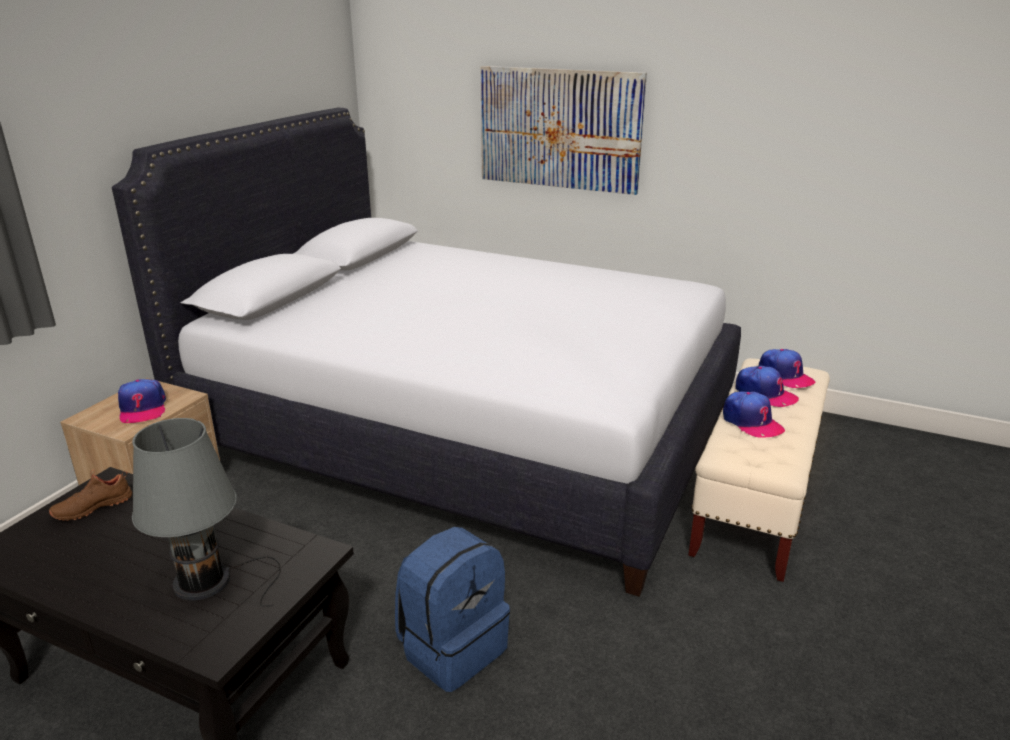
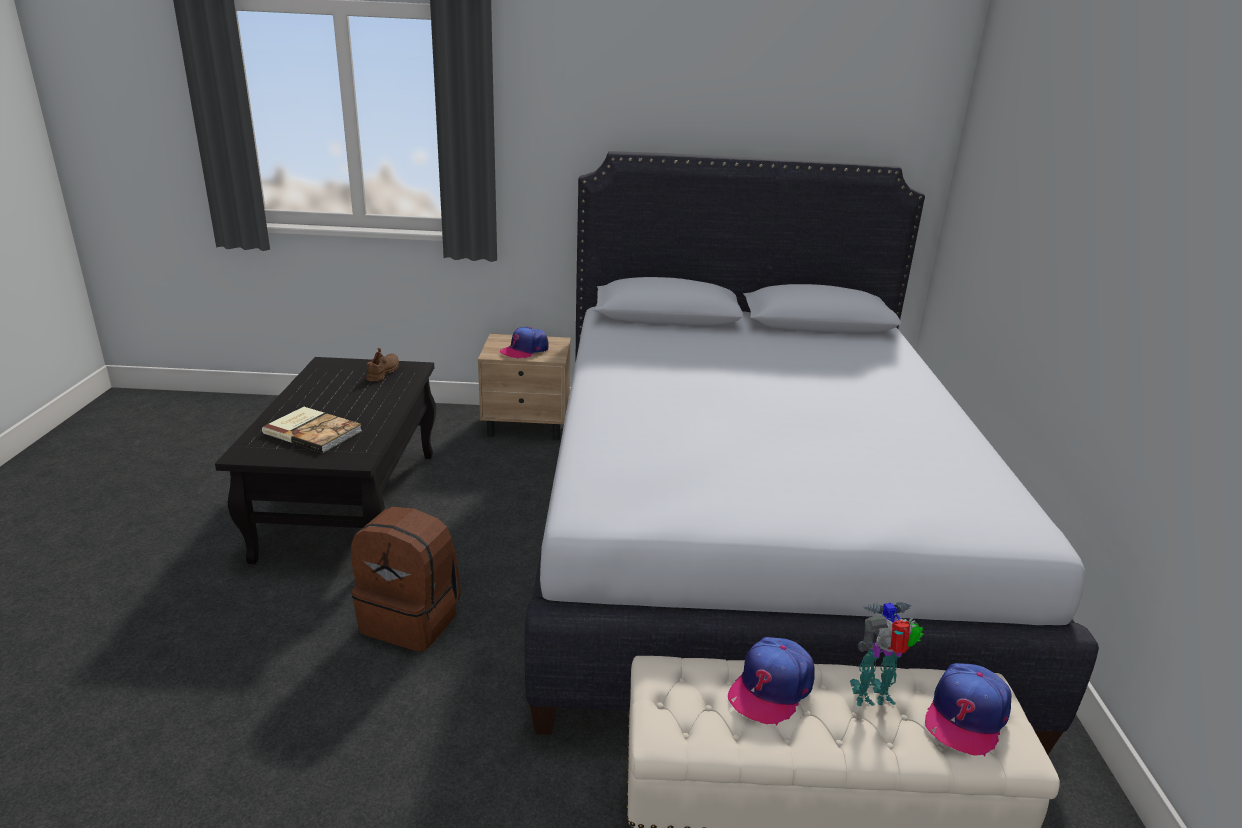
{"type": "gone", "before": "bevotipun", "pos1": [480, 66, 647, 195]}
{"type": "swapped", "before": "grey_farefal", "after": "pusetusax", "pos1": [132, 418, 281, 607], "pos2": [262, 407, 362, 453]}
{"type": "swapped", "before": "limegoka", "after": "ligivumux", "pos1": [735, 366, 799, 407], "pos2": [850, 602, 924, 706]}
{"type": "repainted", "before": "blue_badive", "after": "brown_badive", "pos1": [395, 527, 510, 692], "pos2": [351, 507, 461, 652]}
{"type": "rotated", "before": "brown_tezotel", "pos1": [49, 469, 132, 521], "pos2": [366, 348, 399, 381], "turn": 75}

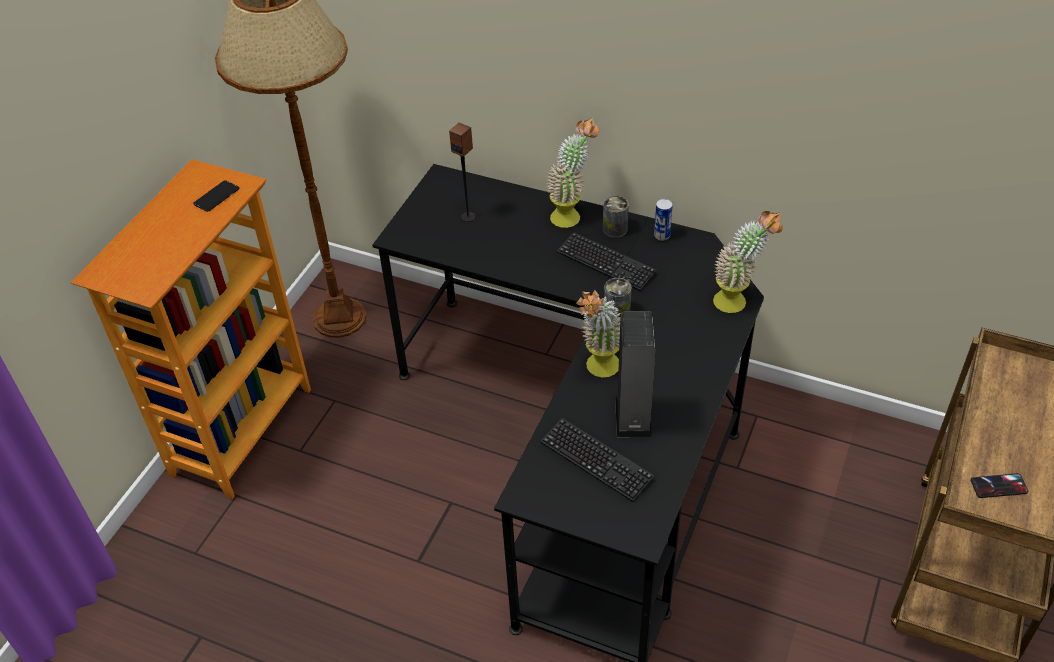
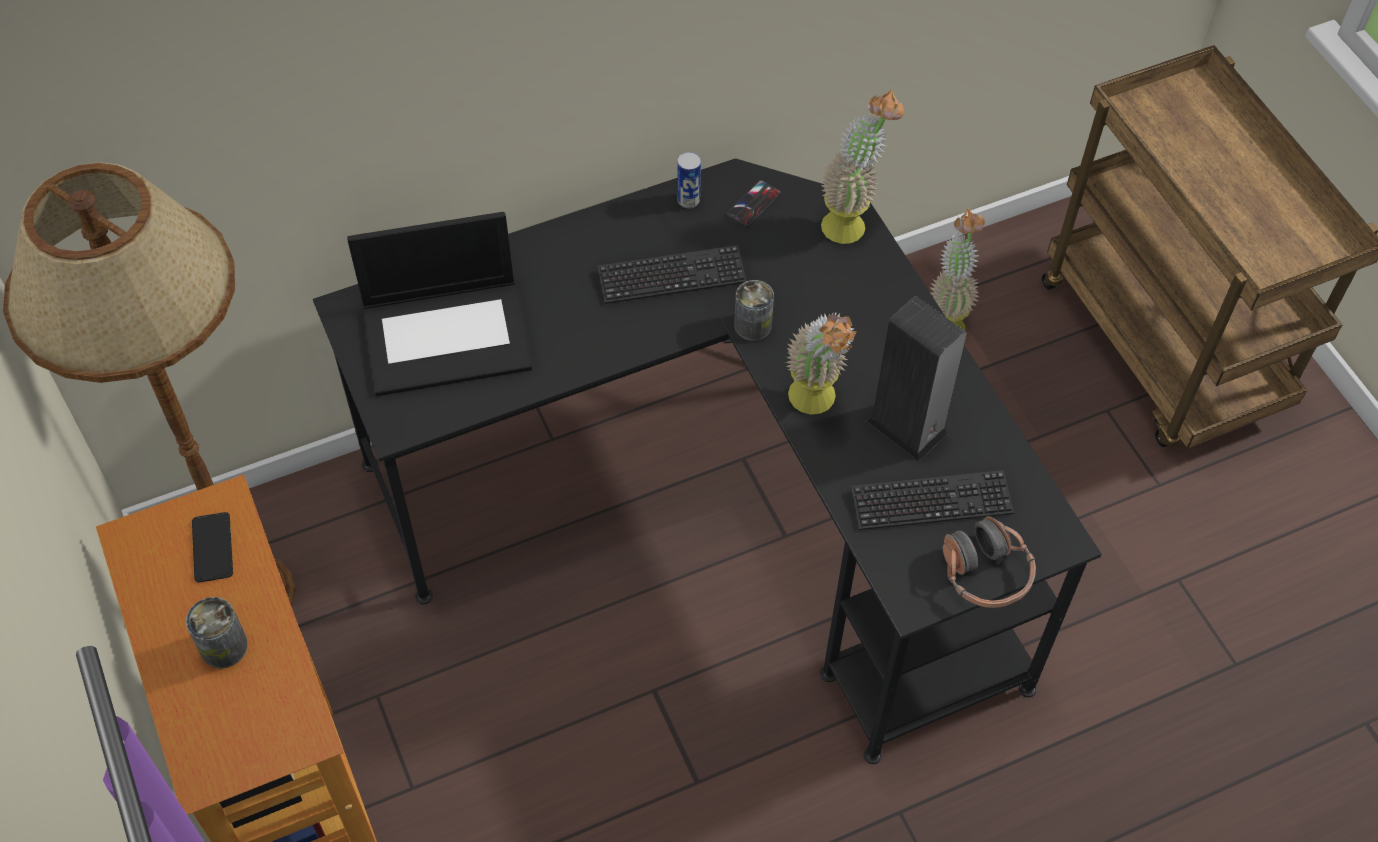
{"type": "new", "after": "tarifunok", "pos2": [943, 516, 1036, 608]}
{"type": "shifted", "before": "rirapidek", "pos1": [547, 118, 599, 228], "pos2": [930, 209, 985, 331]}
{"type": "shifted", "before": "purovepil", "pos1": [603, 196, 629, 238], "pos2": [186, 597, 248, 668]}
{"type": "shifted", "before": "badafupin", "pos1": [970, 473, 1028, 498], "pos2": [726, 180, 781, 228]}
{"type": "swapped", "before": "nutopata", "after": "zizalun", "pos1": [449, 122, 475, 222], "pos2": [347, 212, 532, 396]}

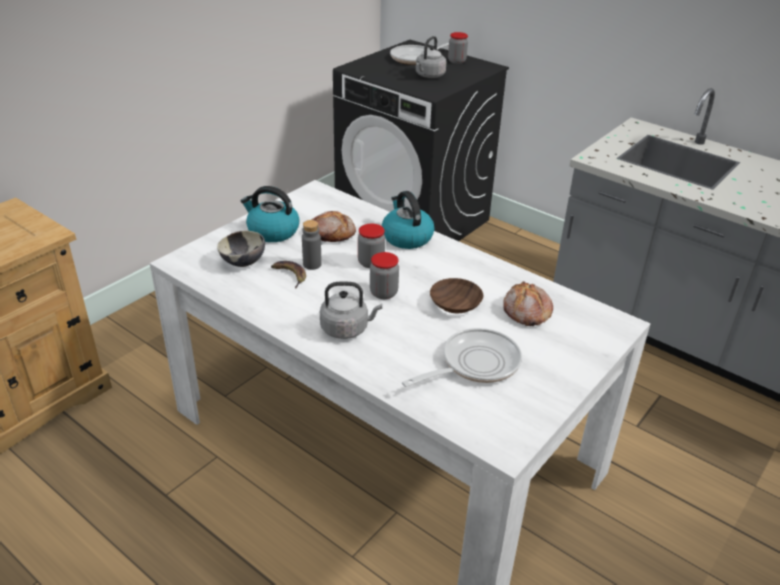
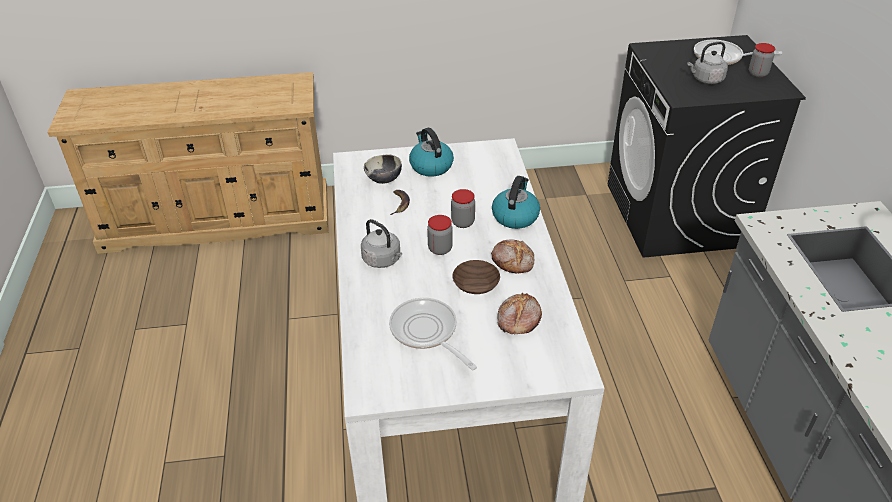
{"type": "gone", "before": "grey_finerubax", "pos1": [302, 220, 322, 270]}
{"type": "shifted", "before": "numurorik", "pos1": [312, 211, 356, 242], "pos2": [491, 240, 534, 273]}
{"type": "rotated", "before": "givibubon", "pos1": [402, 328, 522, 387], "pos2": [389, 298, 477, 371], "turn": -135}

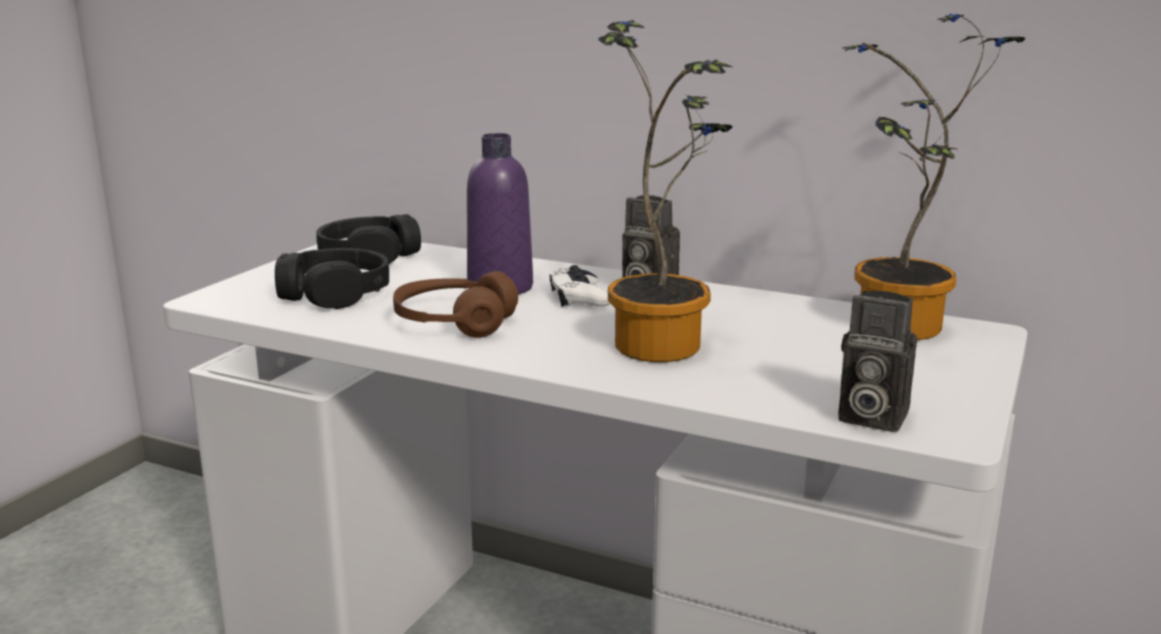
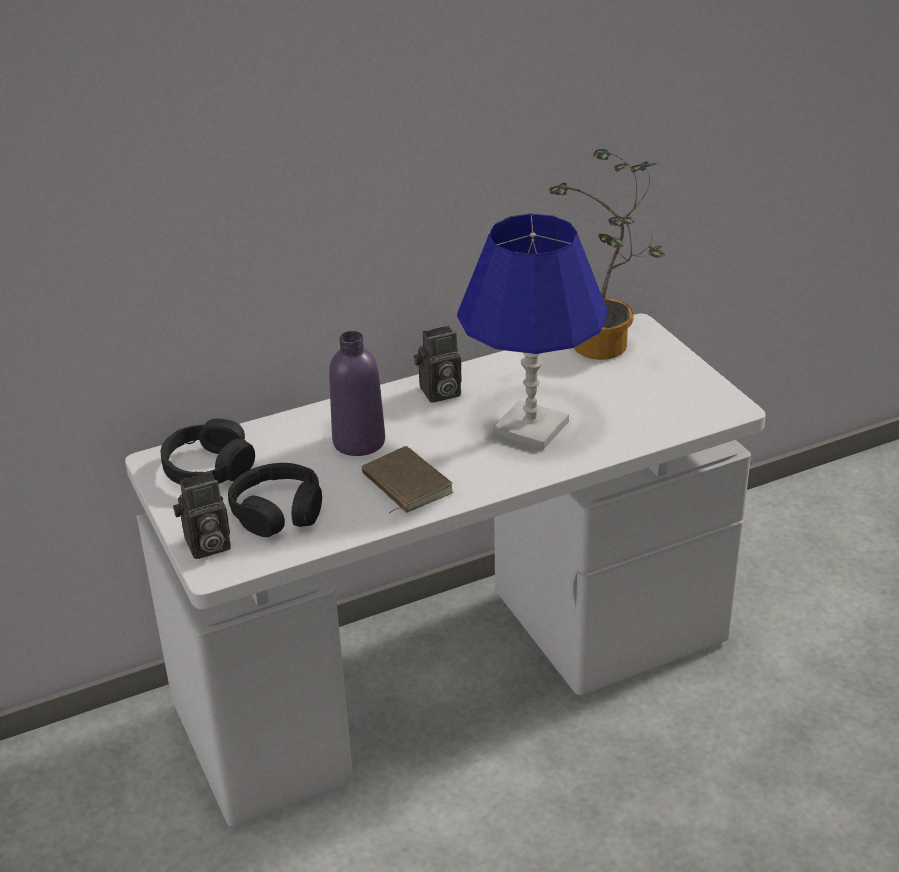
{"type": "gone", "before": "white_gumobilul", "pos1": [550, 265, 610, 306]}
{"type": "shifted", "before": "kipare", "pos1": [838, 291, 917, 432], "pos2": [173, 472, 231, 559]}
{"type": "swapped", "before": "brown_tarifunok", "after": "brown_pusetusax", "pos1": [393, 271, 518, 338], "pos2": [361, 446, 453, 514]}
{"type": "swapped", "before": "rirapidek", "after": "blue_farefal", "pos1": [598, 20, 733, 362], "pos2": [457, 213, 608, 450]}

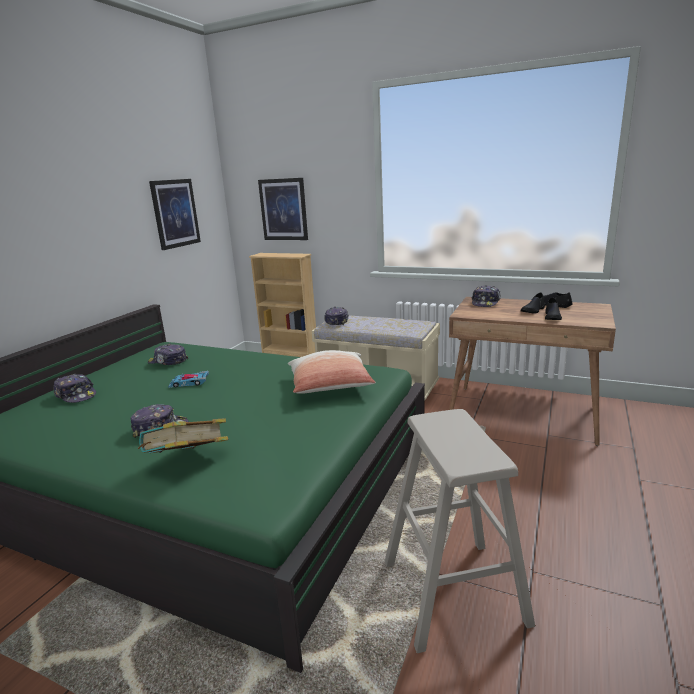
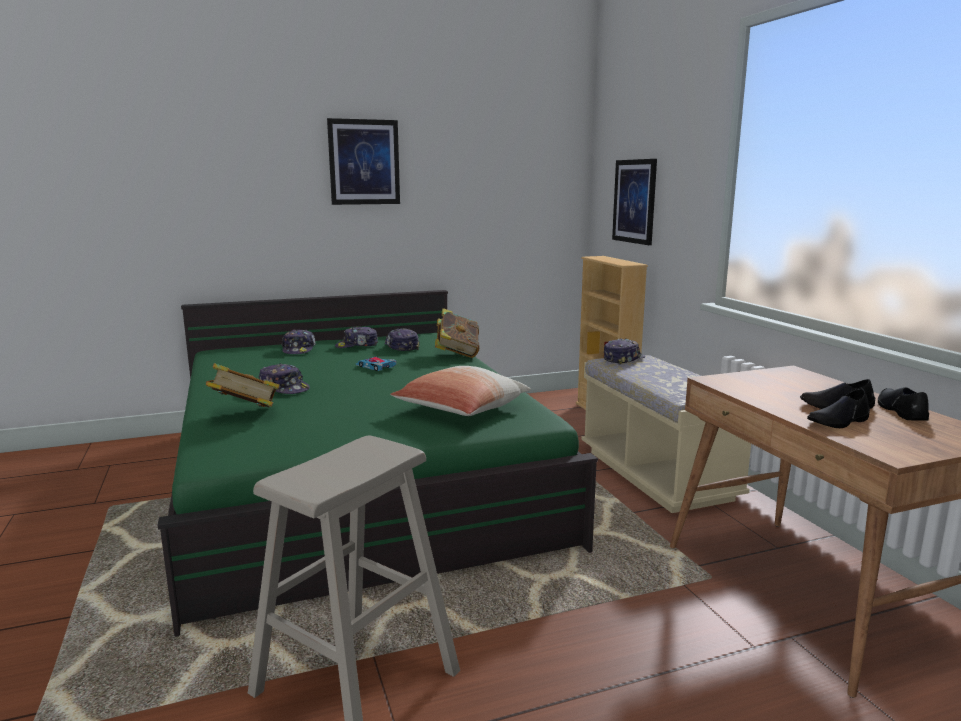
{"type": "new", "after": "pusetusax", "pos2": [435, 308, 479, 358]}
{"type": "shifted", "before": "bevotipun", "pos1": [149, 179, 201, 250], "pos2": [327, 118, 400, 205]}
{"type": "shifted", "before": "limegoka", "pos1": [472, 285, 500, 307], "pos2": [335, 326, 378, 348]}

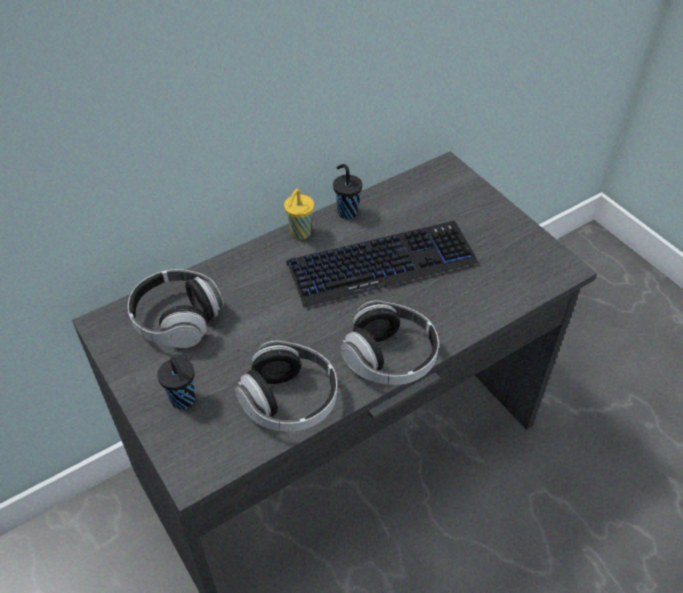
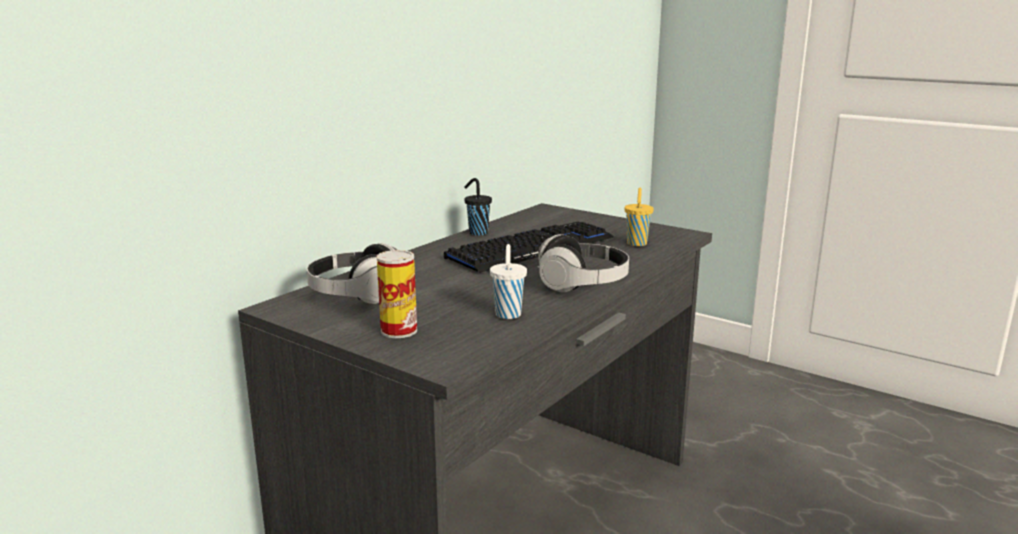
{"type": "shifted", "before": "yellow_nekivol", "pos1": [284, 189, 314, 240], "pos2": [625, 188, 654, 246]}
{"type": "swapped", "before": "black_nekivol", "after": "purovepil", "pos1": [157, 358, 195, 409], "pos2": [377, 250, 417, 338]}
{"type": "swapped", "before": "tarifunok", "after": "white_nekivol", "pos1": [234, 341, 337, 432], "pos2": [490, 244, 527, 319]}

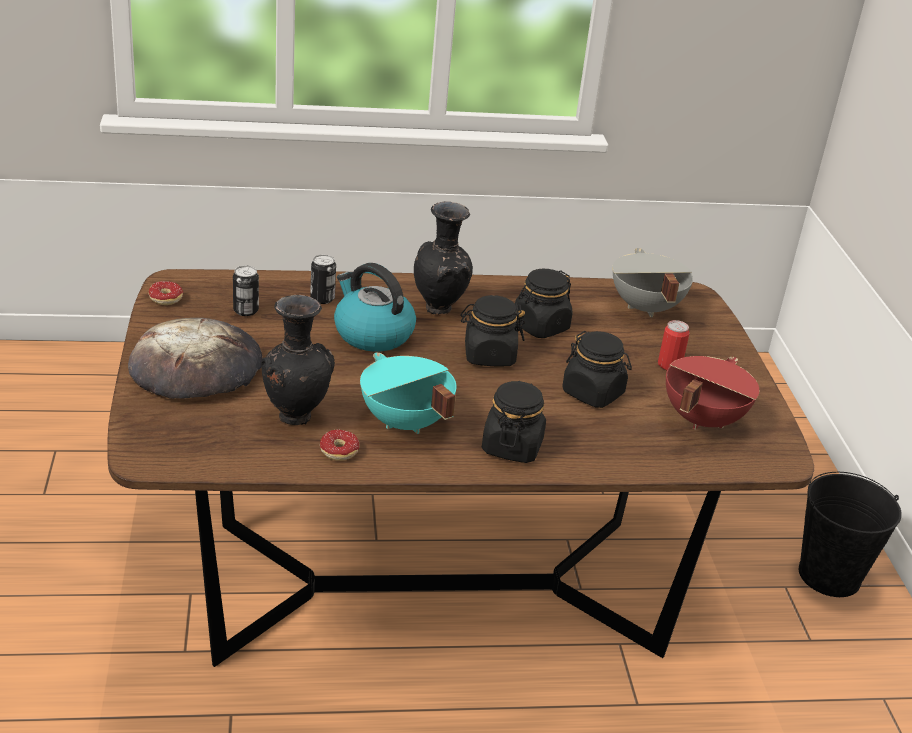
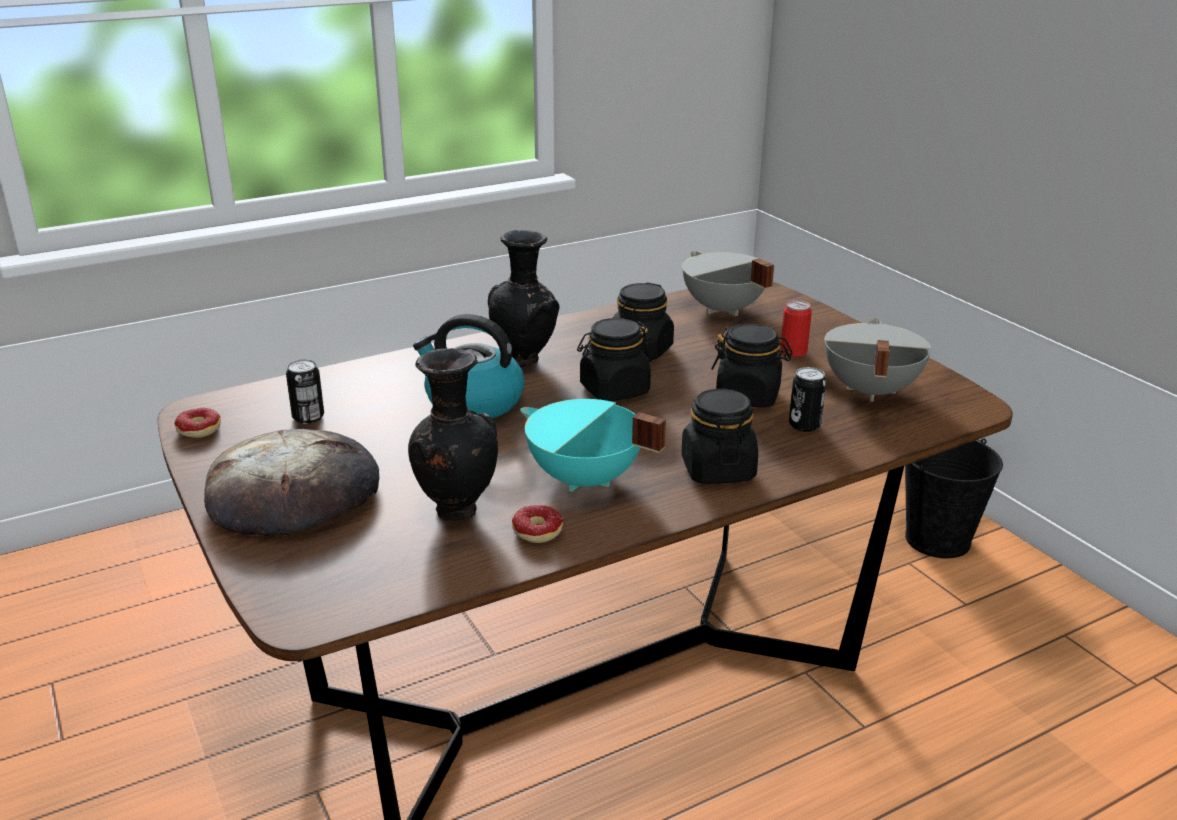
{"type": "shifted", "before": "purovepil", "pos1": [310, 255, 336, 304], "pos2": [789, 367, 826, 432]}
{"type": "repainted", "before": "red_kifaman", "after": "grey_kifaman", "pos1": [666, 356, 759, 430], "pos2": [824, 318, 932, 402]}

